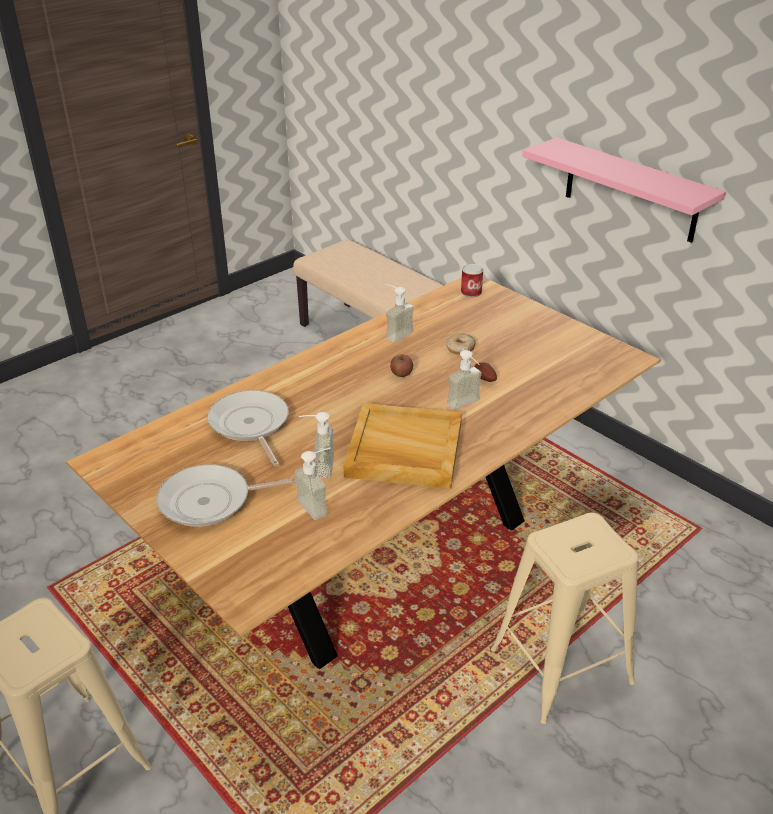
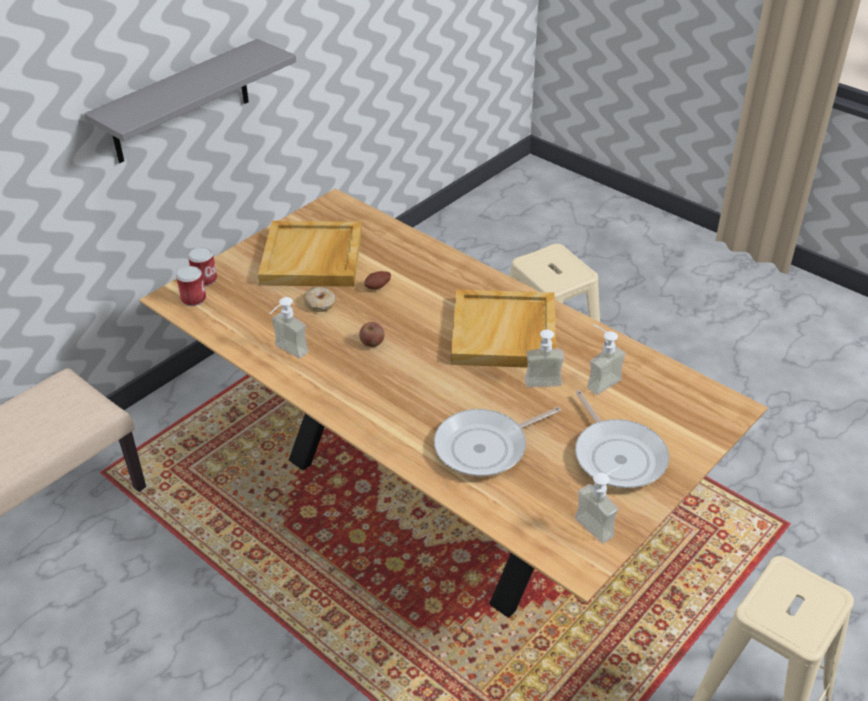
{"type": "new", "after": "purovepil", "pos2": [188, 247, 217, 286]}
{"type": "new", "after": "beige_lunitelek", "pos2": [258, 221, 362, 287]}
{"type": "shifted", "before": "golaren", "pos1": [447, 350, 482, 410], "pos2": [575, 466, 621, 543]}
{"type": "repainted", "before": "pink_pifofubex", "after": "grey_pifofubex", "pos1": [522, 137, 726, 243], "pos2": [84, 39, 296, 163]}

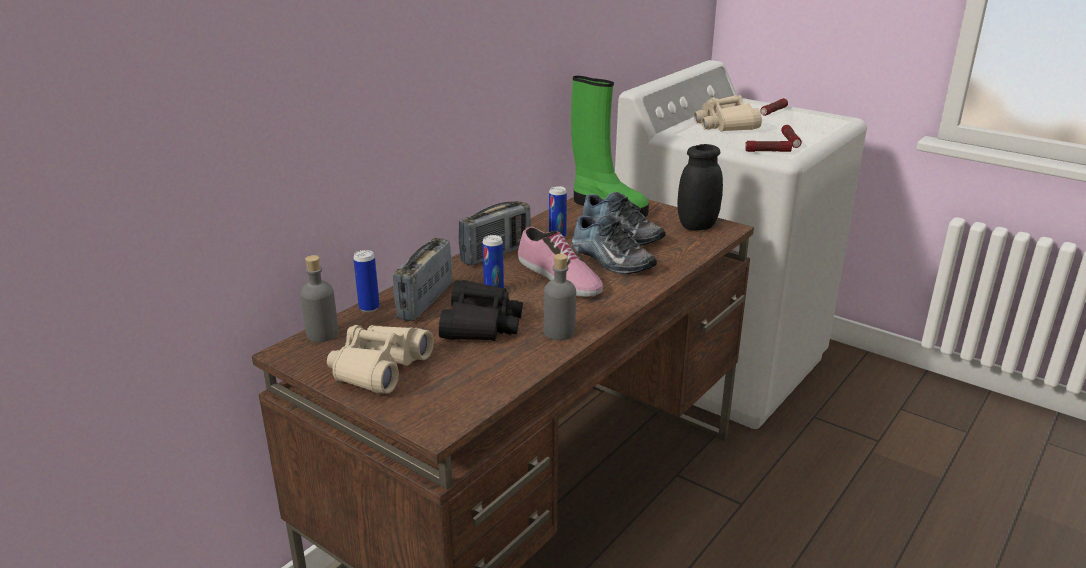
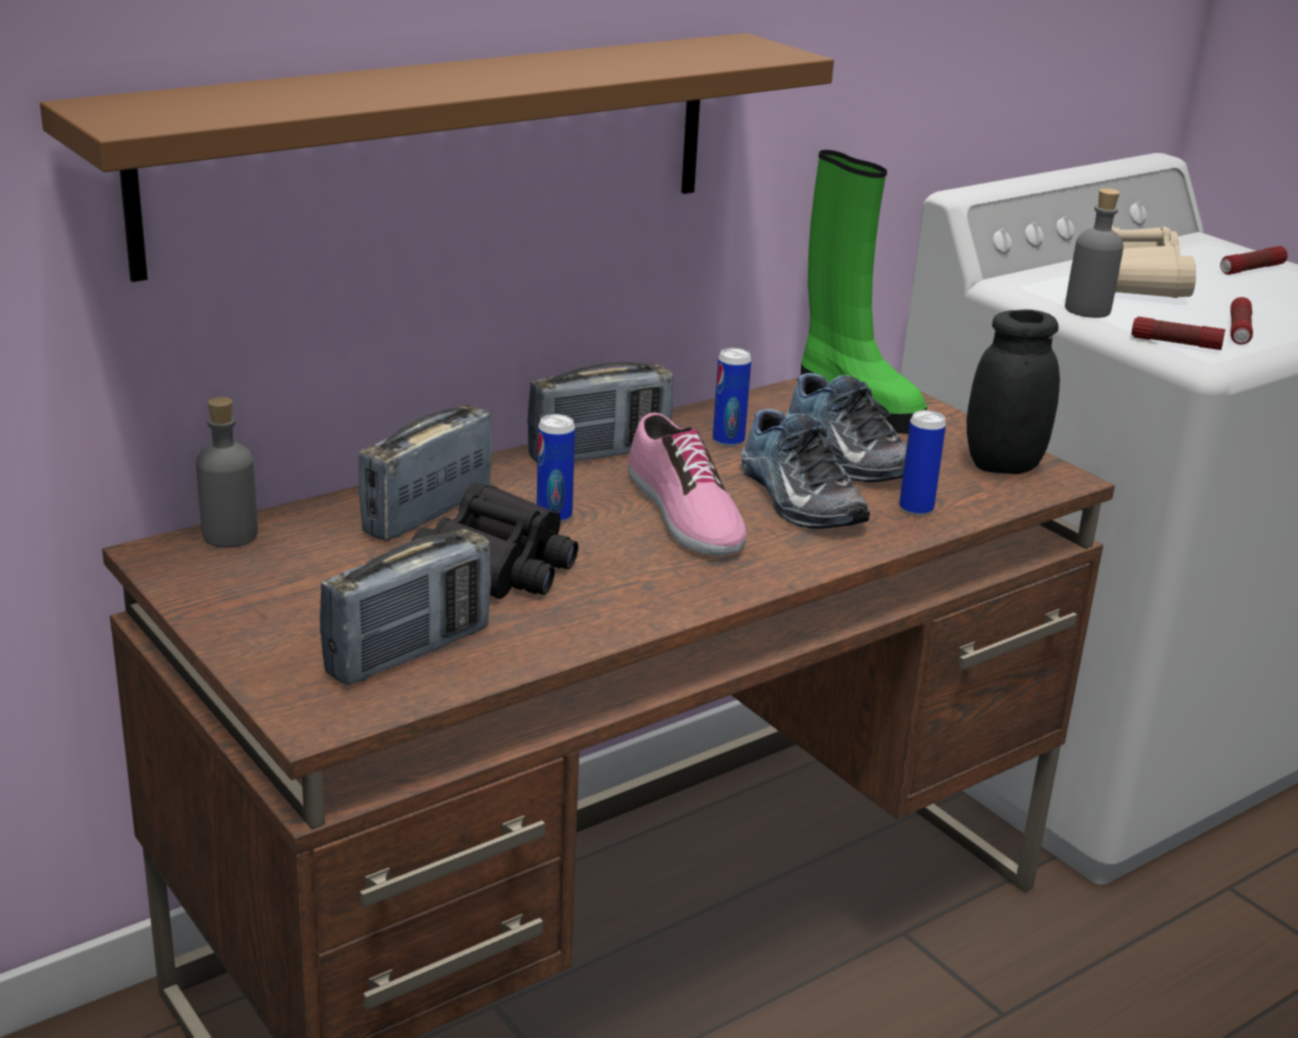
{"type": "gone", "before": "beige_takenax", "pos1": [327, 325, 434, 394]}
{"type": "new", "after": "brown_pifofubex", "pos2": [40, 33, 834, 282]}
{"type": "new", "after": "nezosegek", "pos2": [319, 529, 491, 686]}
{"type": "shifted", "before": "purovepil", "pos1": [353, 250, 380, 312], "pos2": [899, 410, 946, 516]}
{"type": "shifted", "before": "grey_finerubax", "pos1": [543, 254, 576, 340], "pos2": [1065, 188, 1124, 318]}

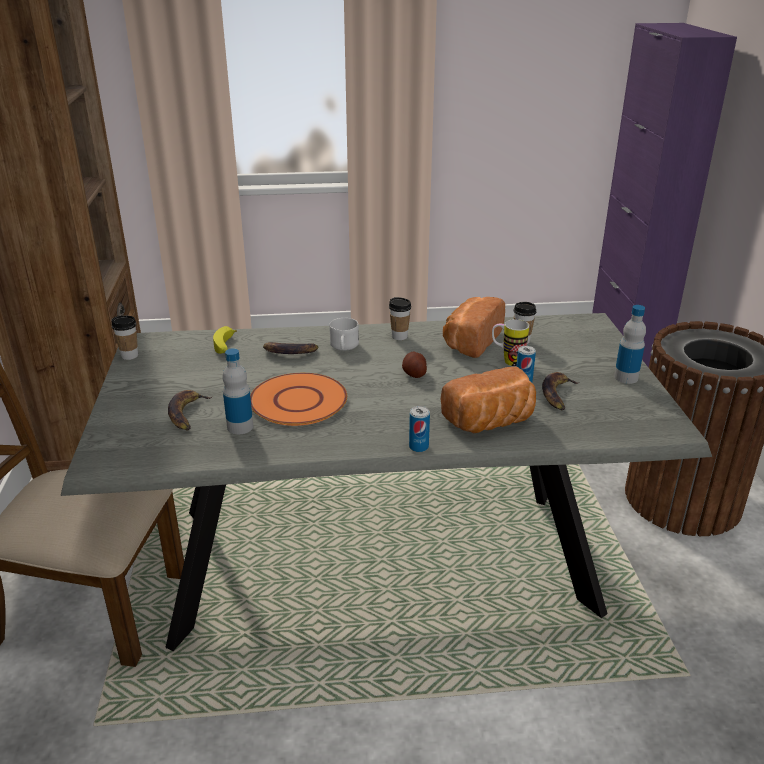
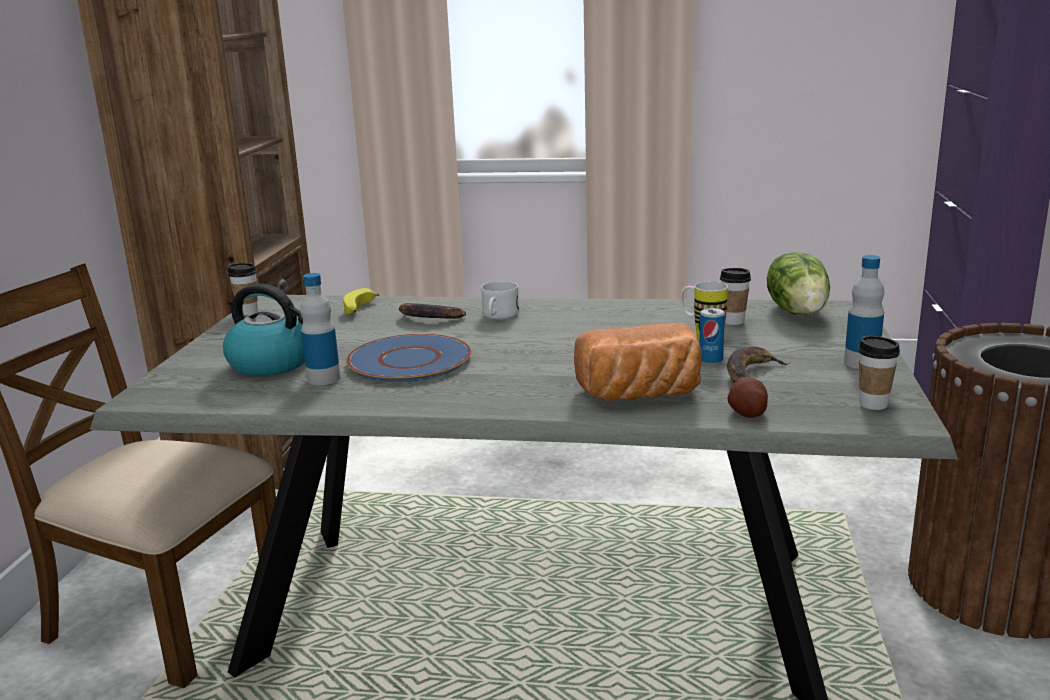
{"type": "gone", "before": "purovepil", "pos1": [409, 406, 430, 452]}
{"type": "gone", "before": "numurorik", "pos1": [443, 297, 505, 358]}
{"type": "new", "after": "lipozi", "pos2": [767, 252, 830, 315]}
{"type": "shifted", "before": "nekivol", "pos1": [389, 297, 411, 340], "pos2": [858, 336, 900, 410]}
{"type": "shifted", "before": "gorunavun", "pos1": [402, 351, 427, 378], "pos2": [728, 377, 768, 418]}
{"type": "swapped", "before": "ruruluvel", "after": "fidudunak", "pos1": [168, 390, 212, 431], "pos2": [223, 284, 305, 376]}
{"type": "repainted", "before": "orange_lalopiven", "after": "blue_lalopiven", "pos1": [250, 373, 347, 426], "pos2": [346, 334, 471, 382]}

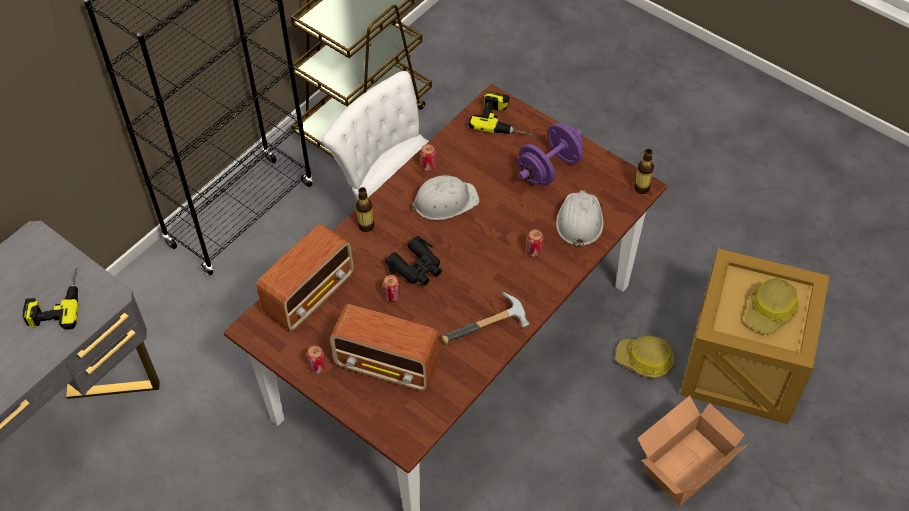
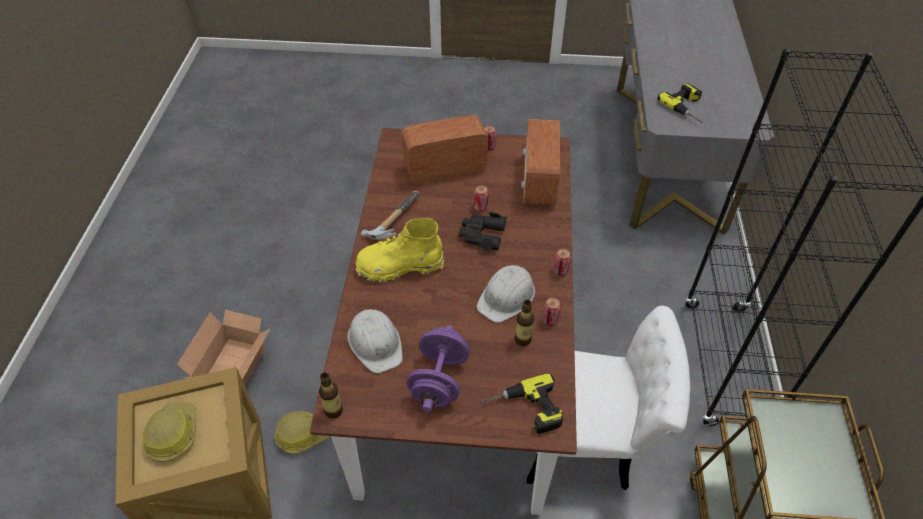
{"type": "new", "after": "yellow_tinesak", "pos2": [356, 218, 445, 283]}
{"type": "shifted", "before": "finerubax", "pos1": [356, 187, 374, 232], "pos2": [515, 300, 534, 346]}
{"type": "shifted", "before": "purovepil", "pos1": [527, 229, 543, 257], "pos2": [554, 249, 571, 276]}

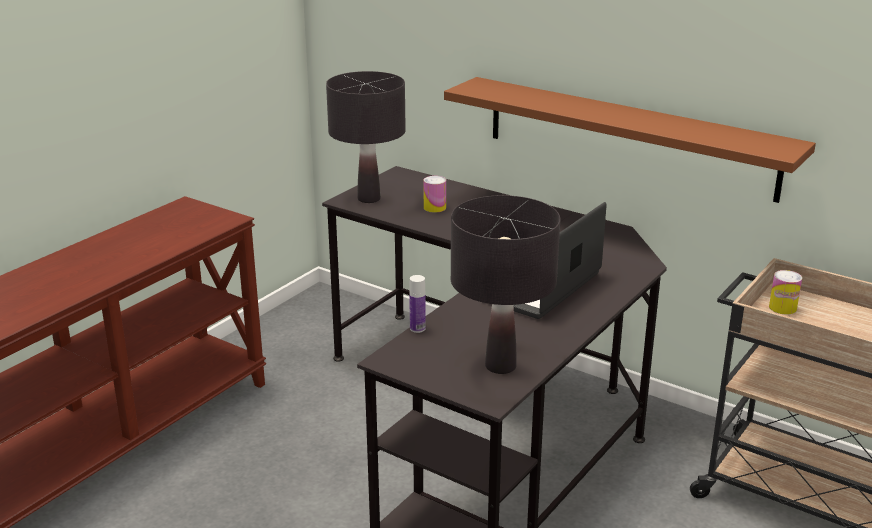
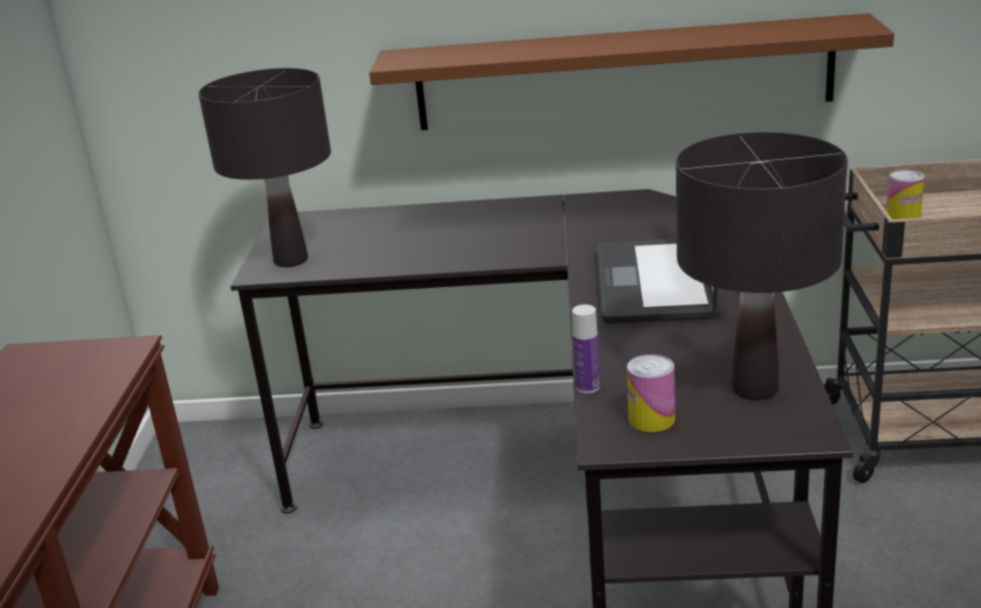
{"type": "shifted", "before": "purovepil", "pos1": [424, 176, 446, 213], "pos2": [627, 354, 675, 432]}

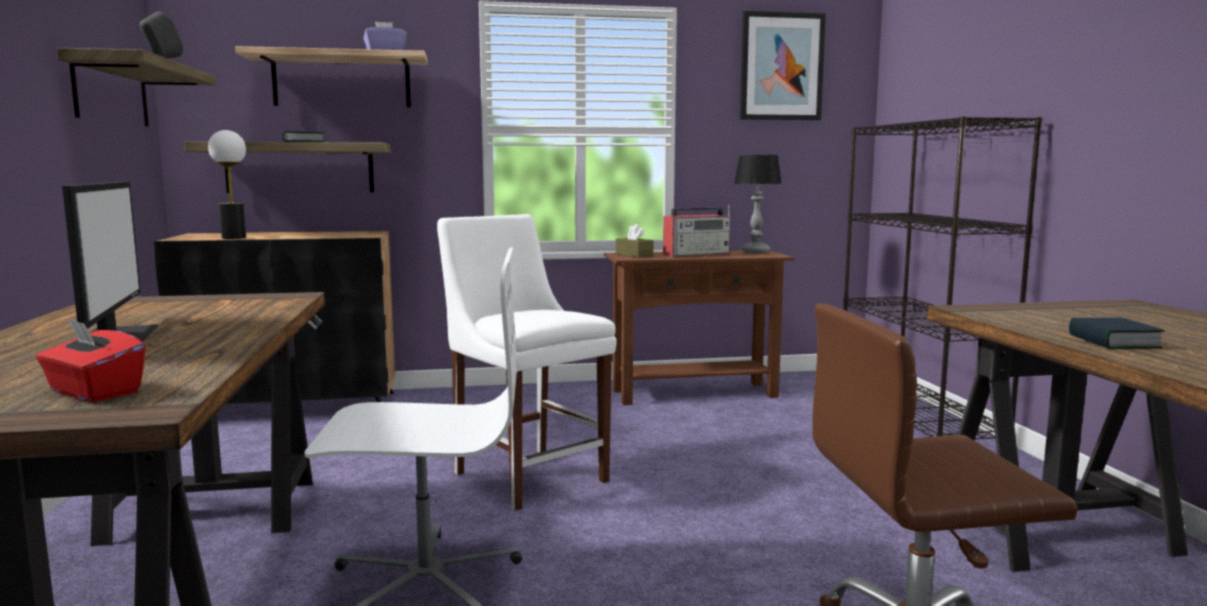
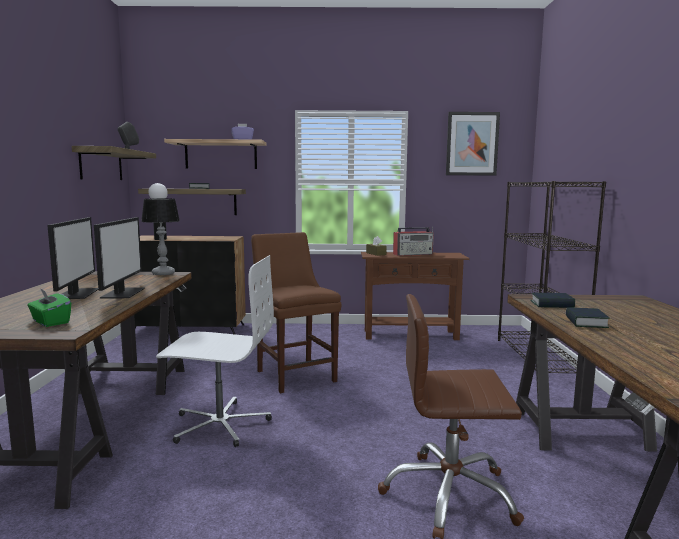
{"type": "new", "after": "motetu", "pos2": [94, 217, 145, 298]}
{"type": "new", "after": "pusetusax", "pos2": [530, 293, 575, 308]}
{"type": "shifted", "before": "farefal", "pos1": [734, 155, 782, 253], "pos2": [141, 198, 180, 275]}
{"type": "repainted", "before": "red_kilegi", "after": "green_kilegi", "pos1": [36, 318, 145, 402], "pos2": [27, 288, 71, 327]}
{"type": "repainted", "before": "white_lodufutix", "after": "brown_lodufutix", "pos1": [437, 214, 617, 511], "pos2": [251, 232, 342, 393]}

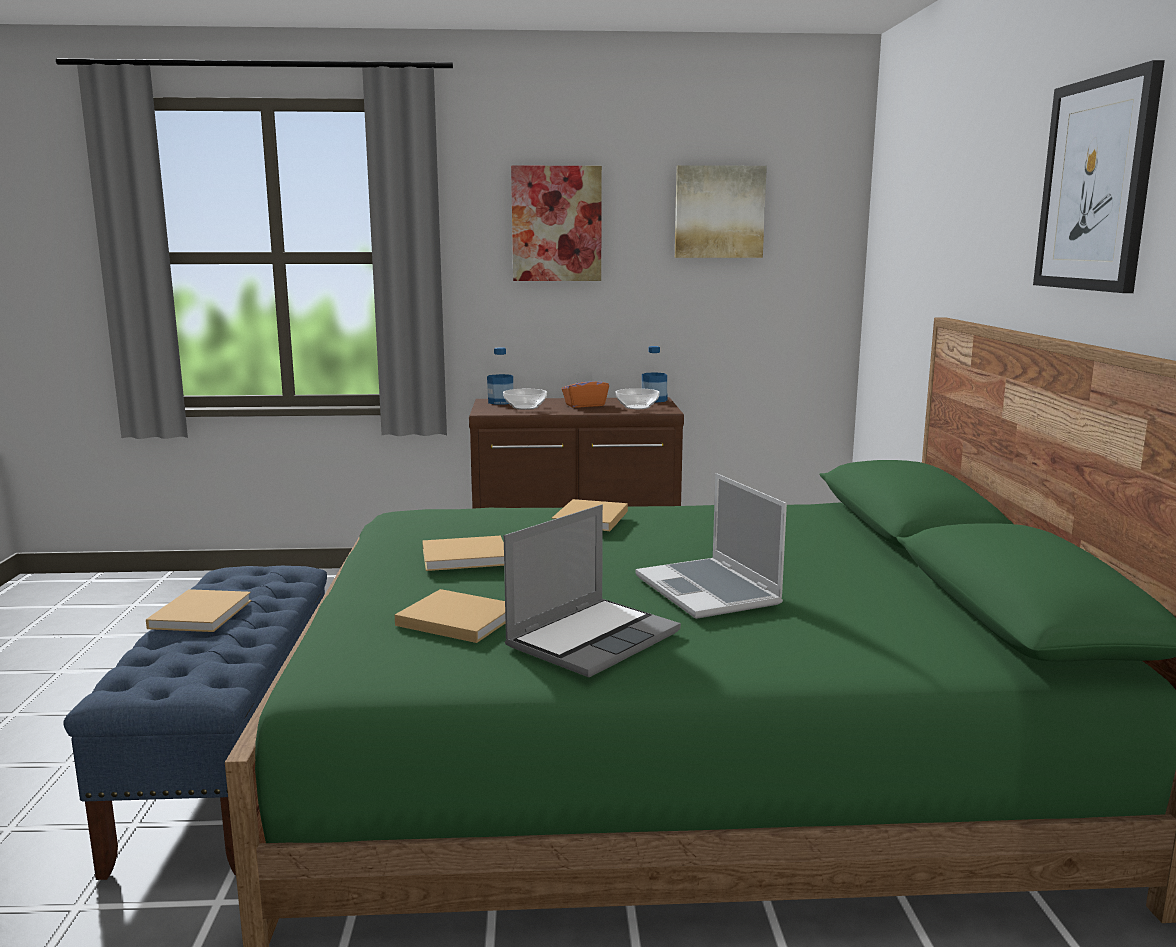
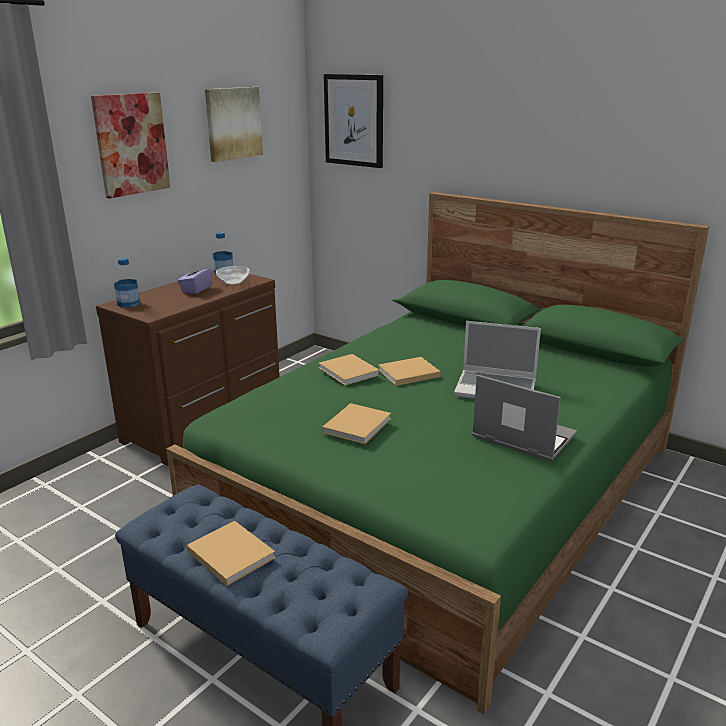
{"type": "gone", "before": "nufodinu", "pos1": [503, 389, 547, 410]}
{"type": "shifted", "before": "beige_pusetusax", "pos1": [395, 589, 505, 643], "pos2": [379, 357, 441, 386]}
{"type": "shifted", "before": "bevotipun", "pos1": [1033, 60, 1165, 293], "pos2": [324, 74, 383, 168]}
{"type": "repainted", "before": "orange_kilegi", "after": "purple_kilegi", "pos1": [562, 371, 609, 408], "pos2": [178, 263, 212, 294]}
{"type": "rotated", "before": "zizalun", "pos1": [504, 504, 681, 677], "pos2": [472, 375, 577, 461], "turn": -45}

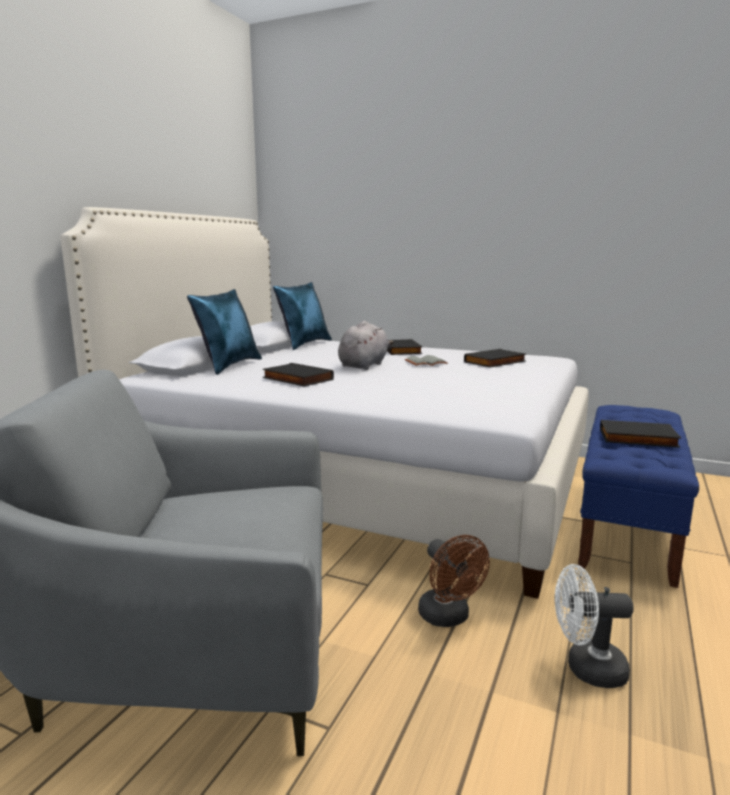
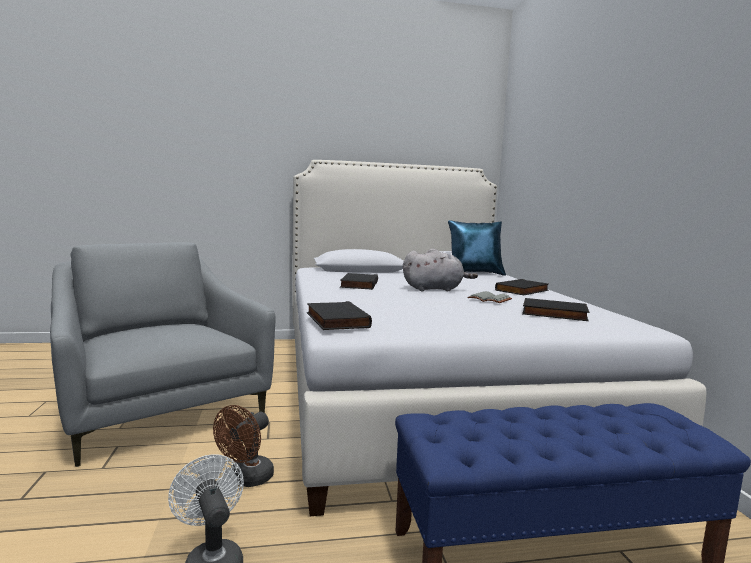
{"type": "gone", "before": "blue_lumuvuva", "pos1": [187, 289, 262, 375]}
{"type": "shifted", "before": "black_pusetusax", "pos1": [600, 420, 681, 448], "pos2": [307, 301, 372, 330]}

